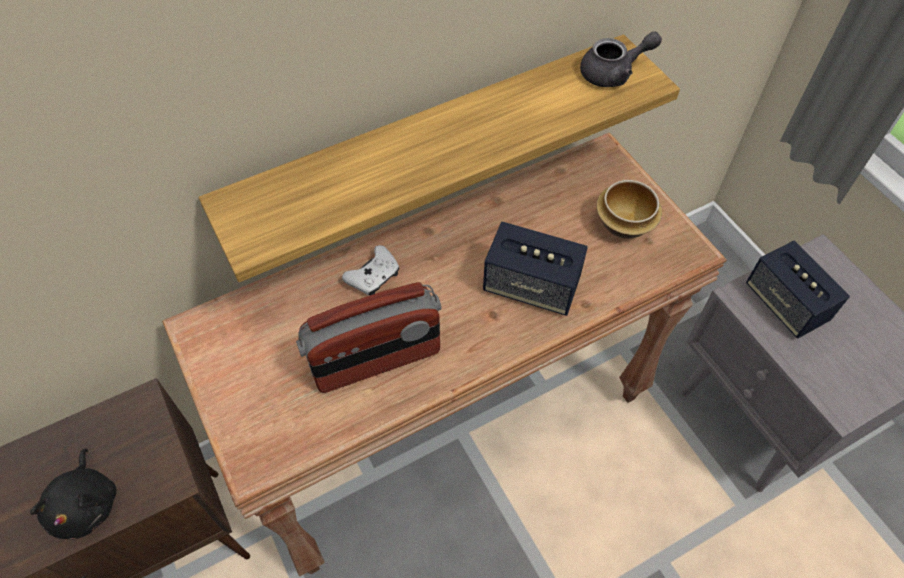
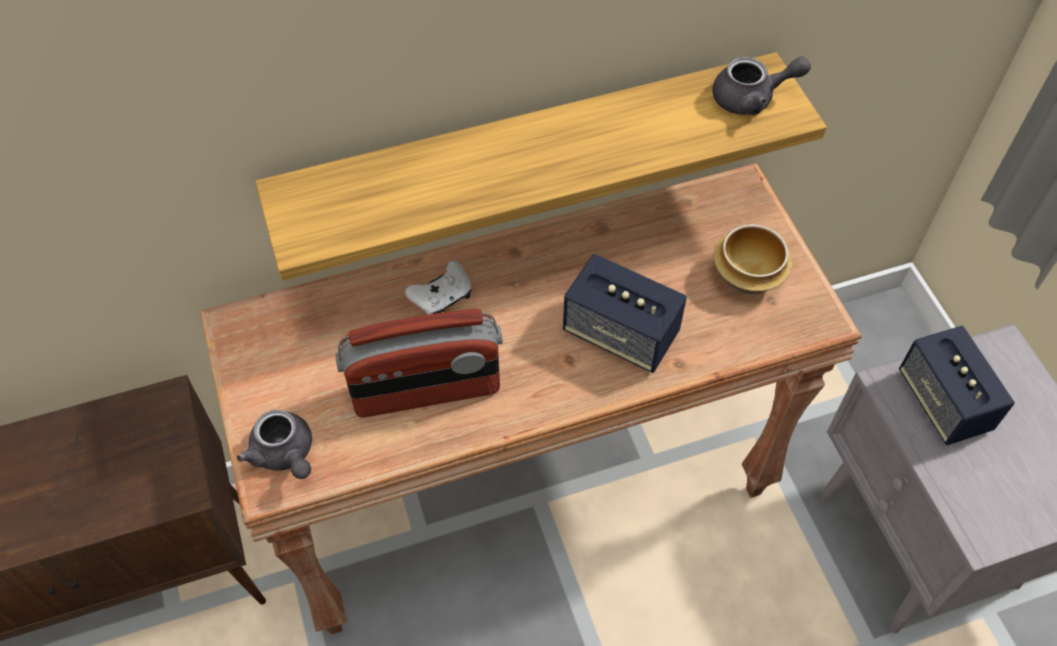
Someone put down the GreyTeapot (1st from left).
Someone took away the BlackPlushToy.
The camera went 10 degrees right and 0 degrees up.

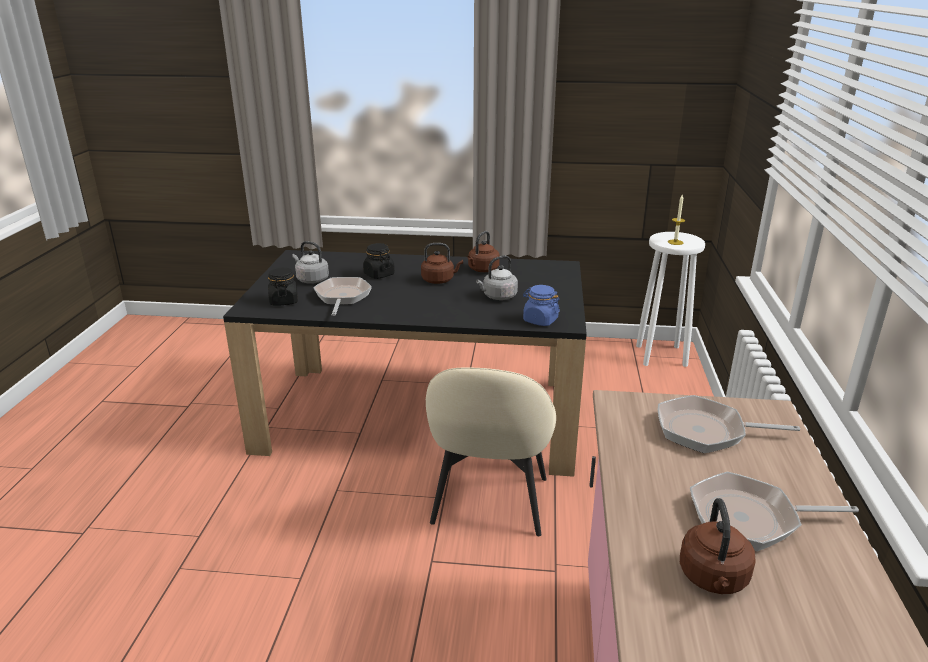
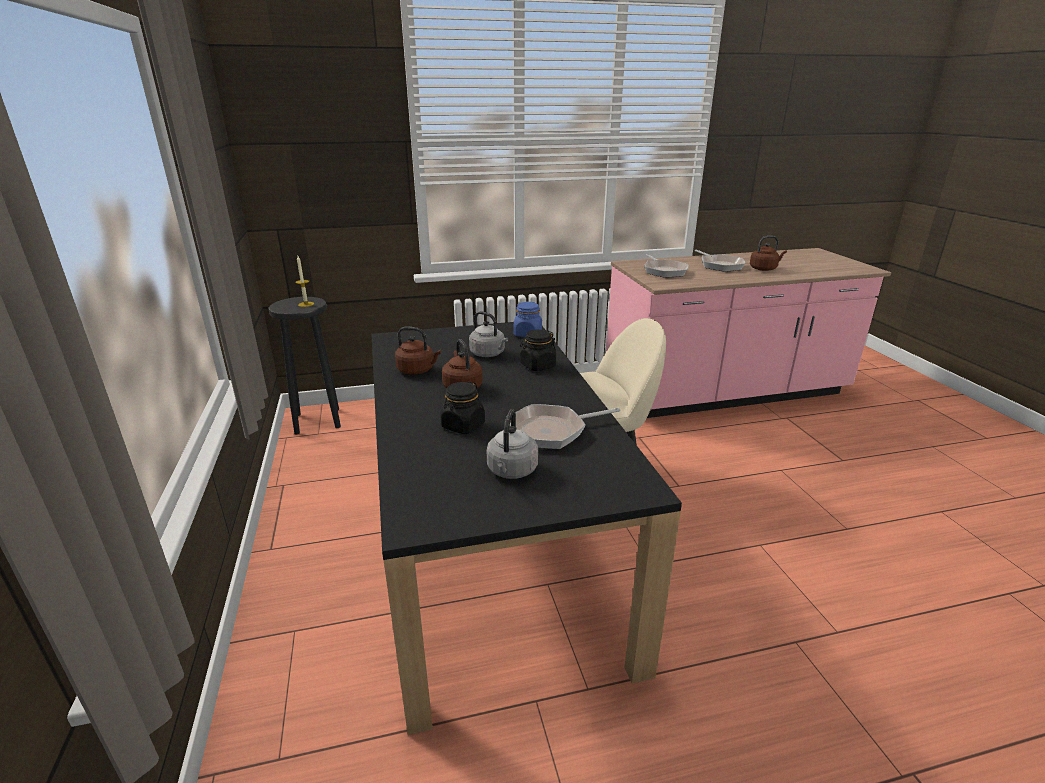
Someone repainted the WhiteStool, which became the BlackStool.
Someone carried the BlackJar (1st from left in the first image).
The camera went 110 degrees left and 0 degrees up.

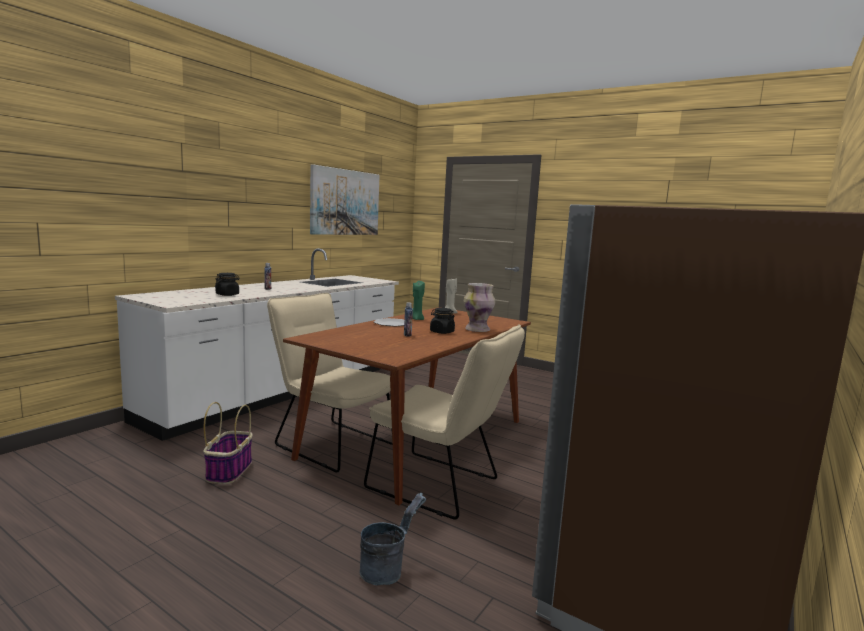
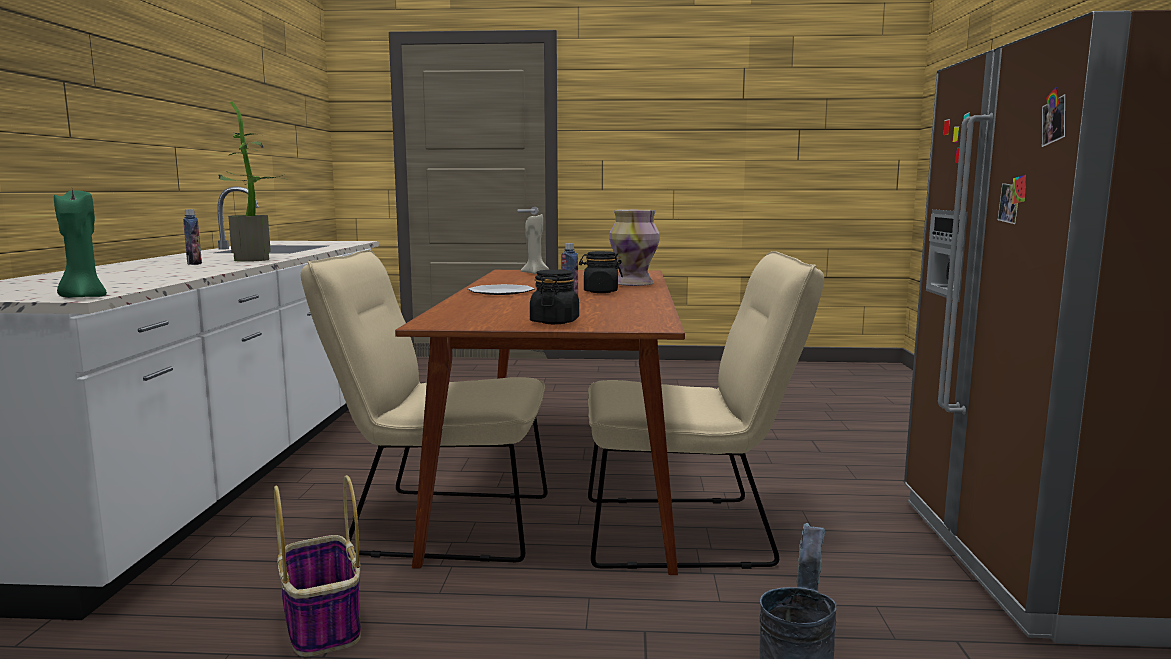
Someone carried the GreenCandle.
Someone put down the PottedPlant.
Someone carried the BlackJar (1st from left).
Someone took away the Picture.
The camera went 30 degrees left and 0 degrees up.

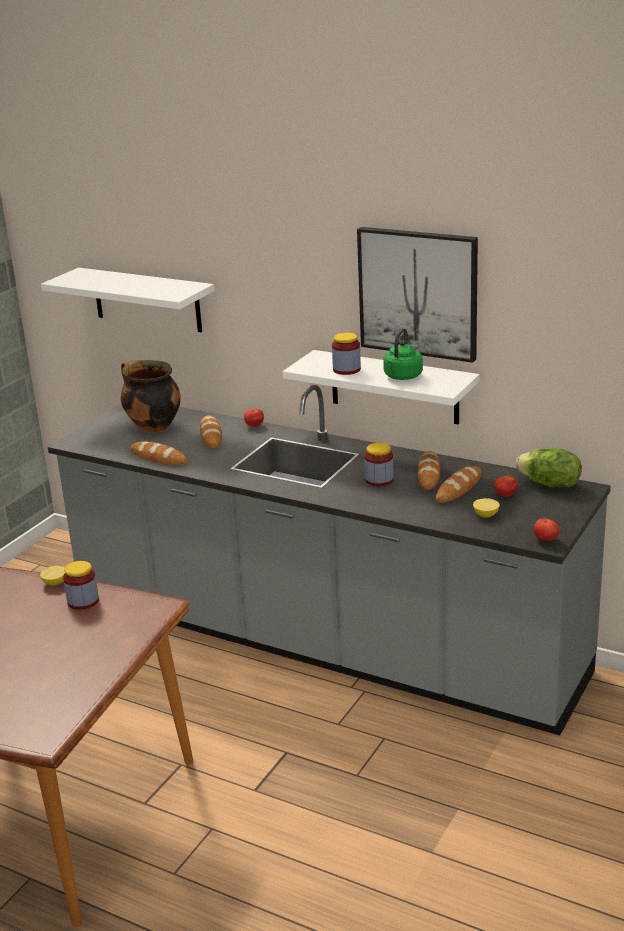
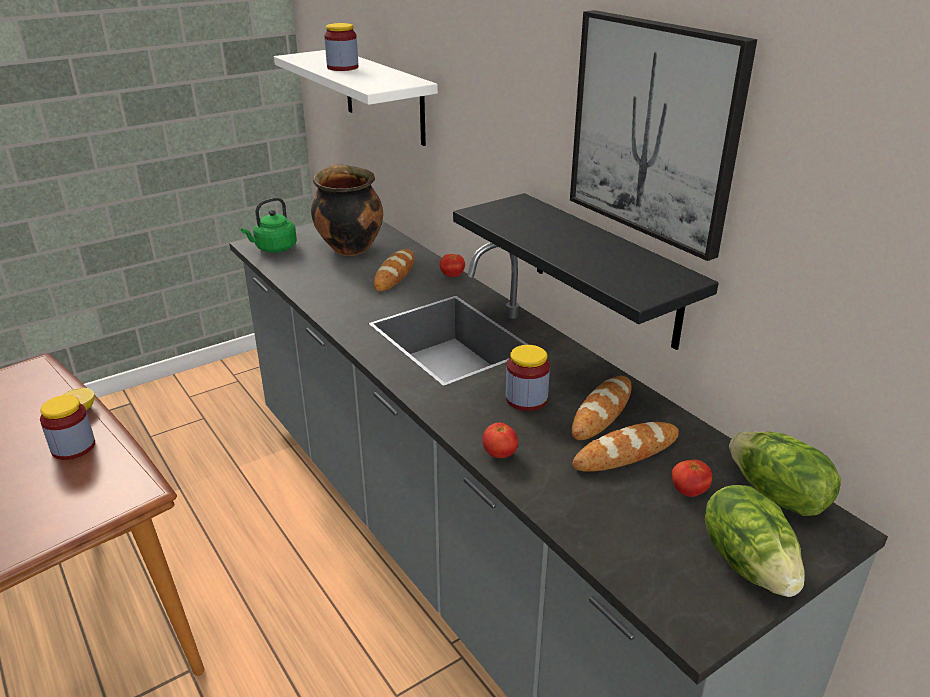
Someone carried the GreenKettle.
Someone carried the Jar (2nd from left).
Someone repainted the WhiteShelf (2nd from left), which became the BlackShelf.
Someone carried the Tomato (3rd from left in the first image).
Someone put down the Lettuce (1st from left).
Someone took away the Bread (1st from left).
Someone took away the Lemon (2nd from left).
The camera went 25 degrees right and 5 degrees up.

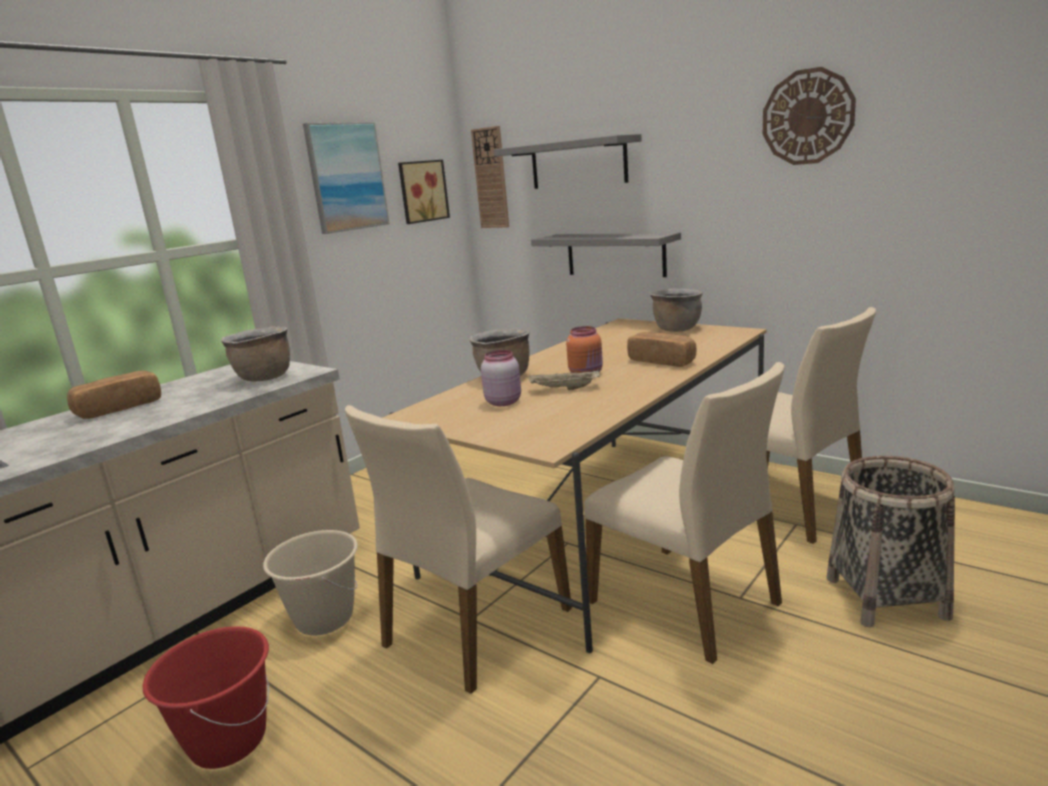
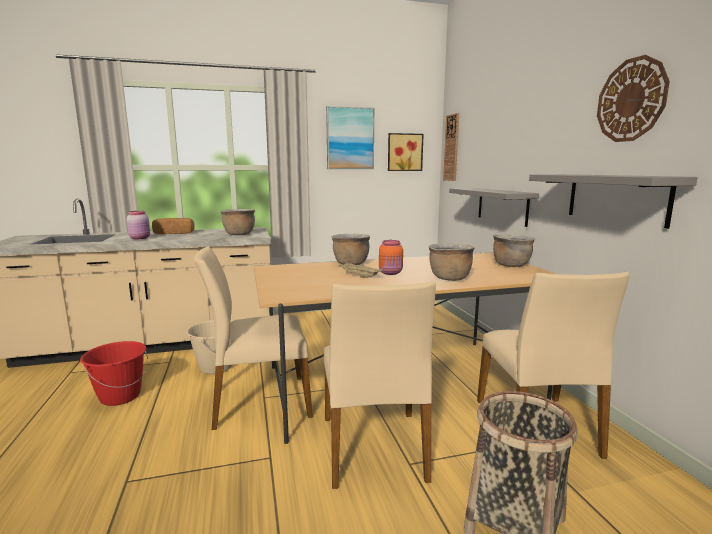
Someone carried the PinkJar.
Someone swapped the Bread (2nd from left) for the BrownCookingPot (3rd from left).
Someone carried the GreyShelf (1st from left in the first image).
The camera went 35 degrees right and 5 degrees down.

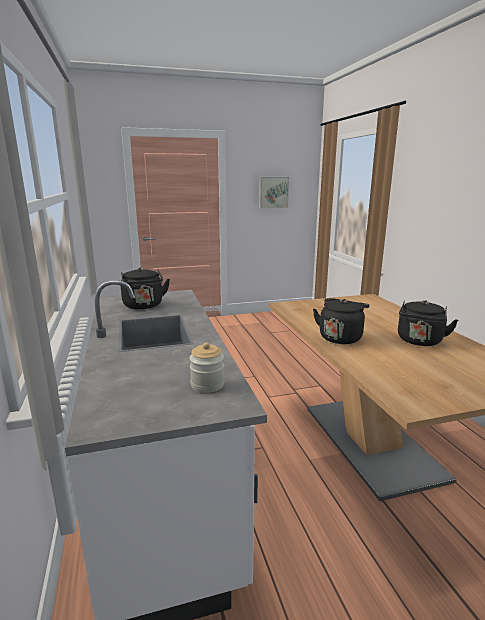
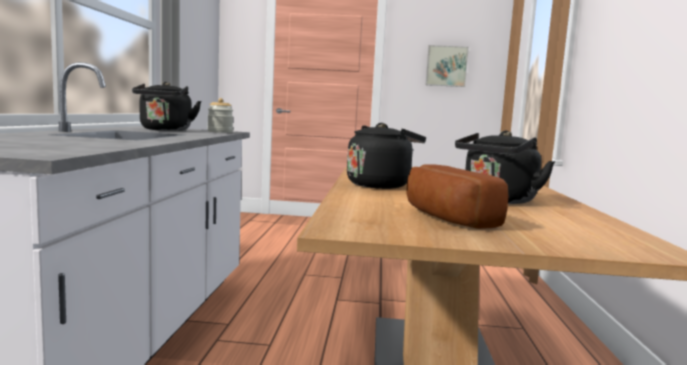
Someone carried the Jar.
Someone put down the Bread.
The camera went 20 degrees right and 10 degrees down.

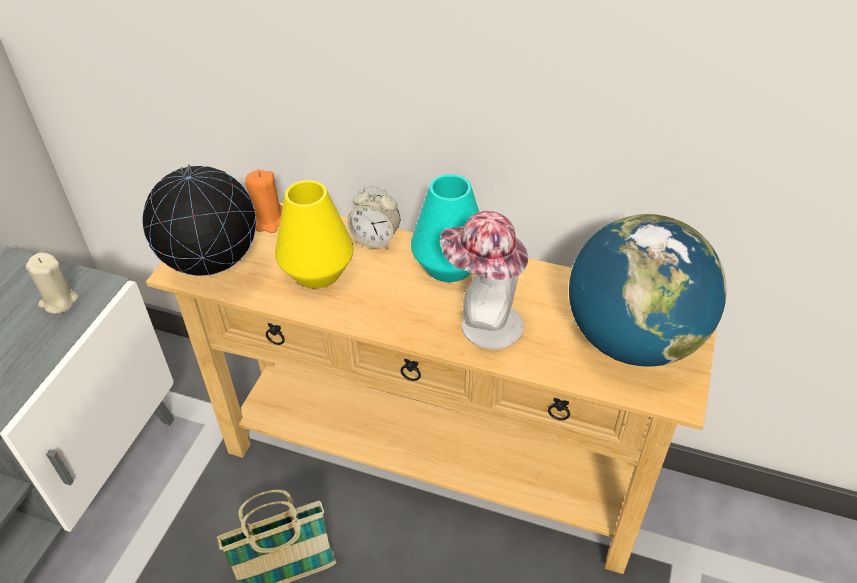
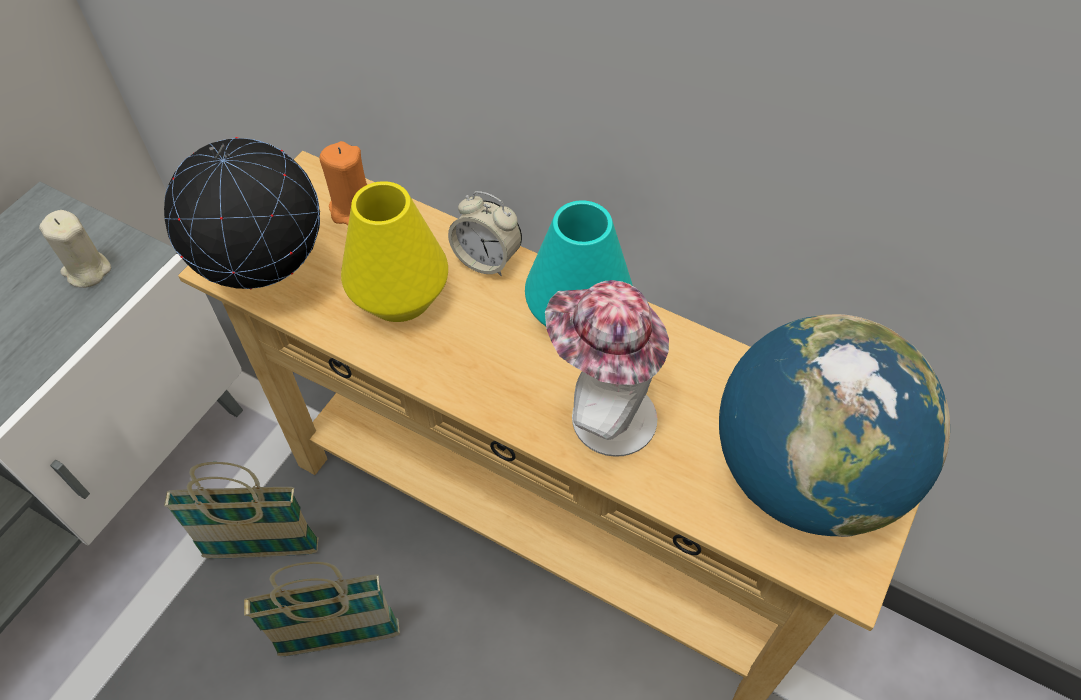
Someone put down the Basket (1st from left).
The camera went 10 degrees right and 10 degrees up.

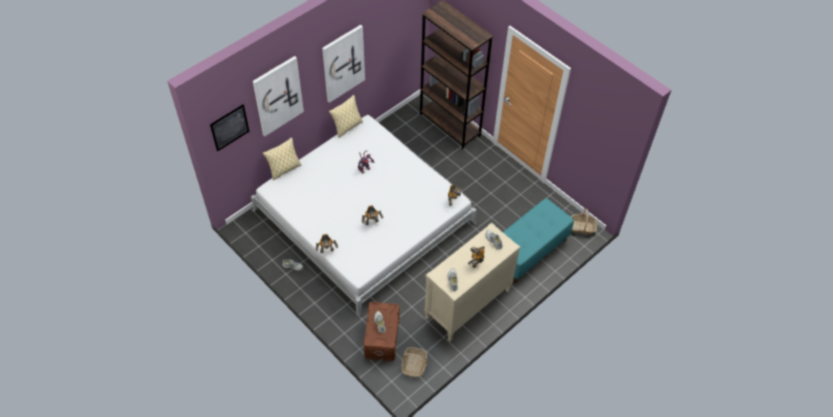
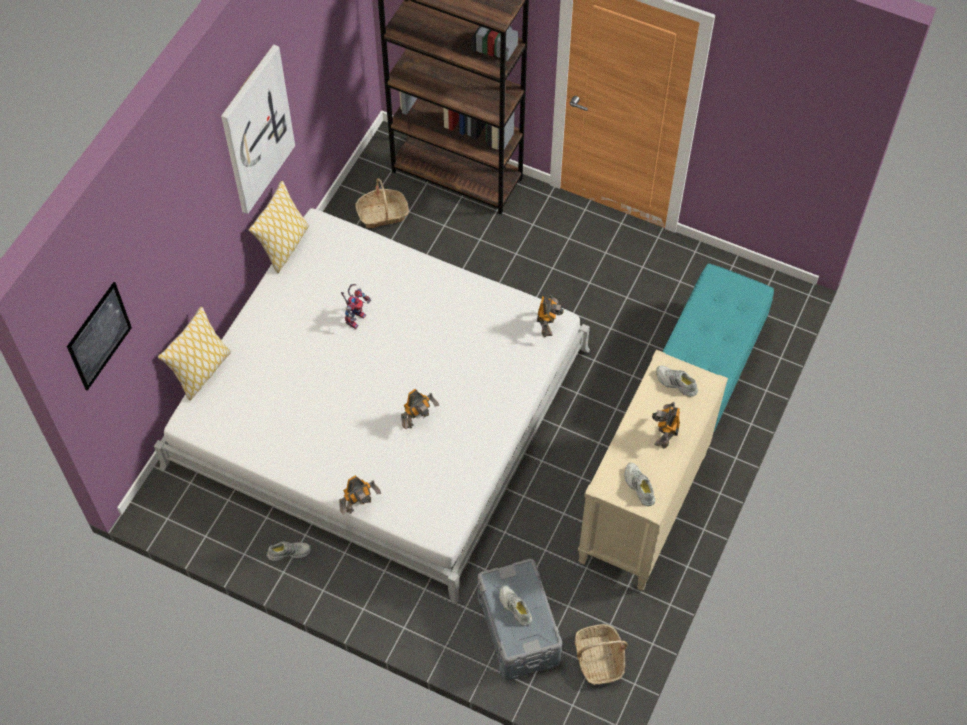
Someone carried the Basket (2nd from left in the first image).
Someone repainted the BrownStorageBox, which became the GreyStorageBox.
Someone took away the Picture (2nd from left).
The camera went 20 degrees left and 5 degrees up.

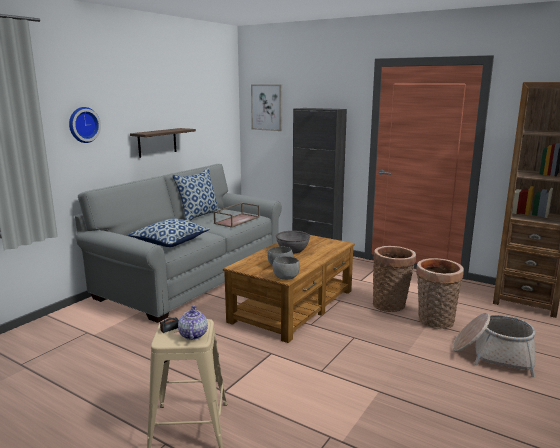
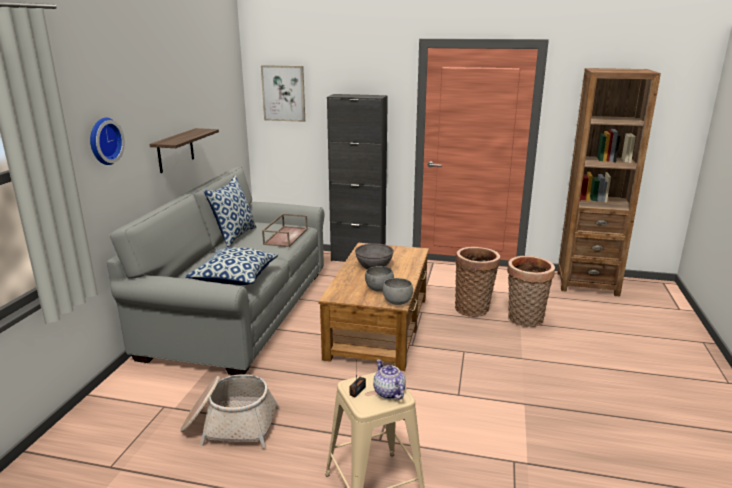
Someone carried the Basket (3rd from left in the first image).
The camera went 20 degrees left and 5 degrees up.

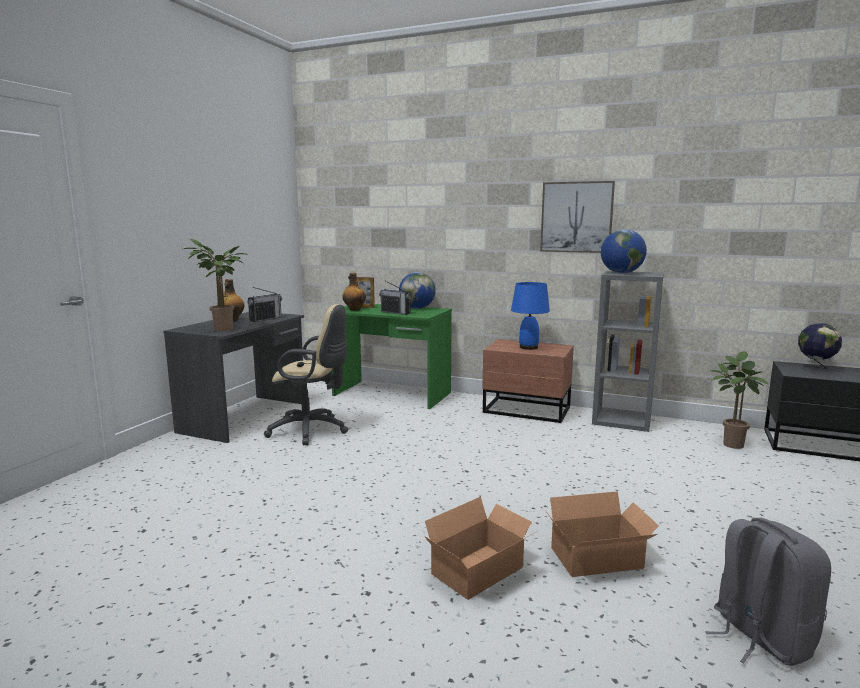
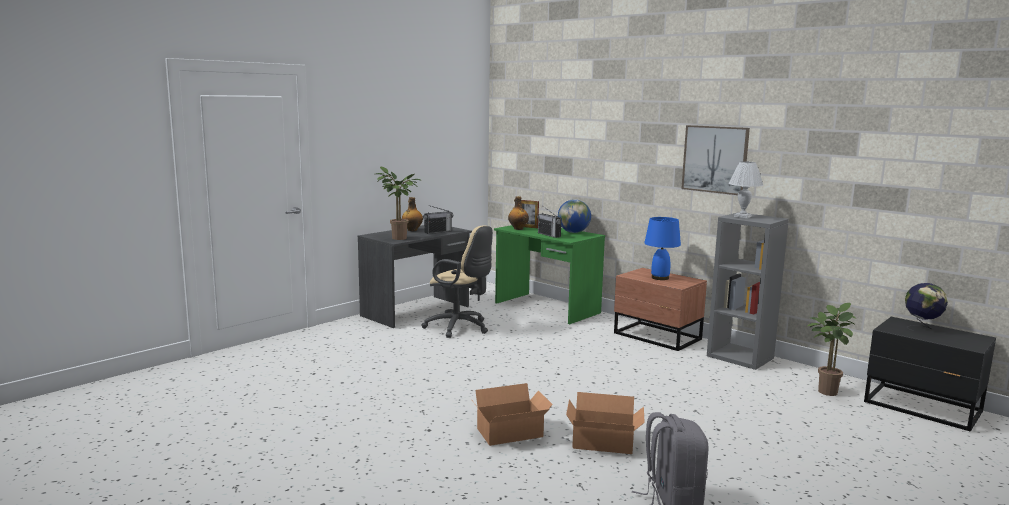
Someone swapped the Globe (2nd from left) for the WhiteTableLamp.
The camera went 20 degrees right and 0 degrees up.

